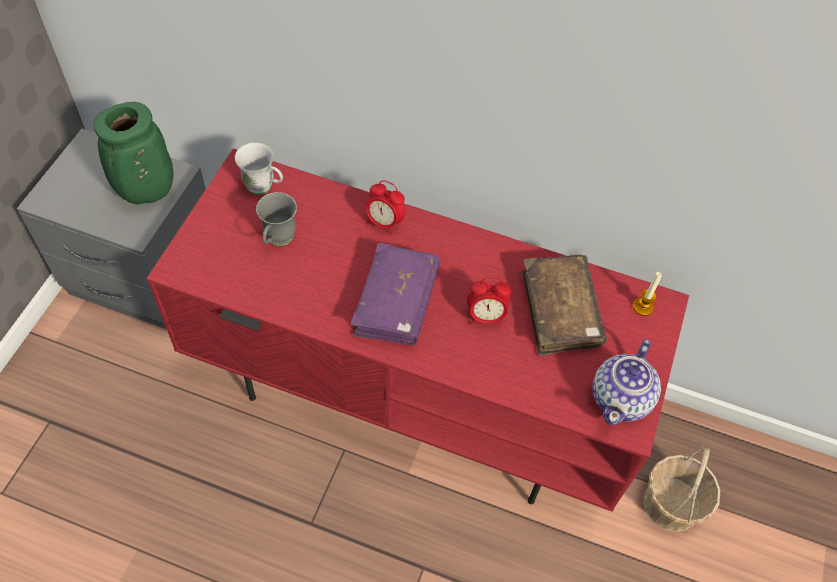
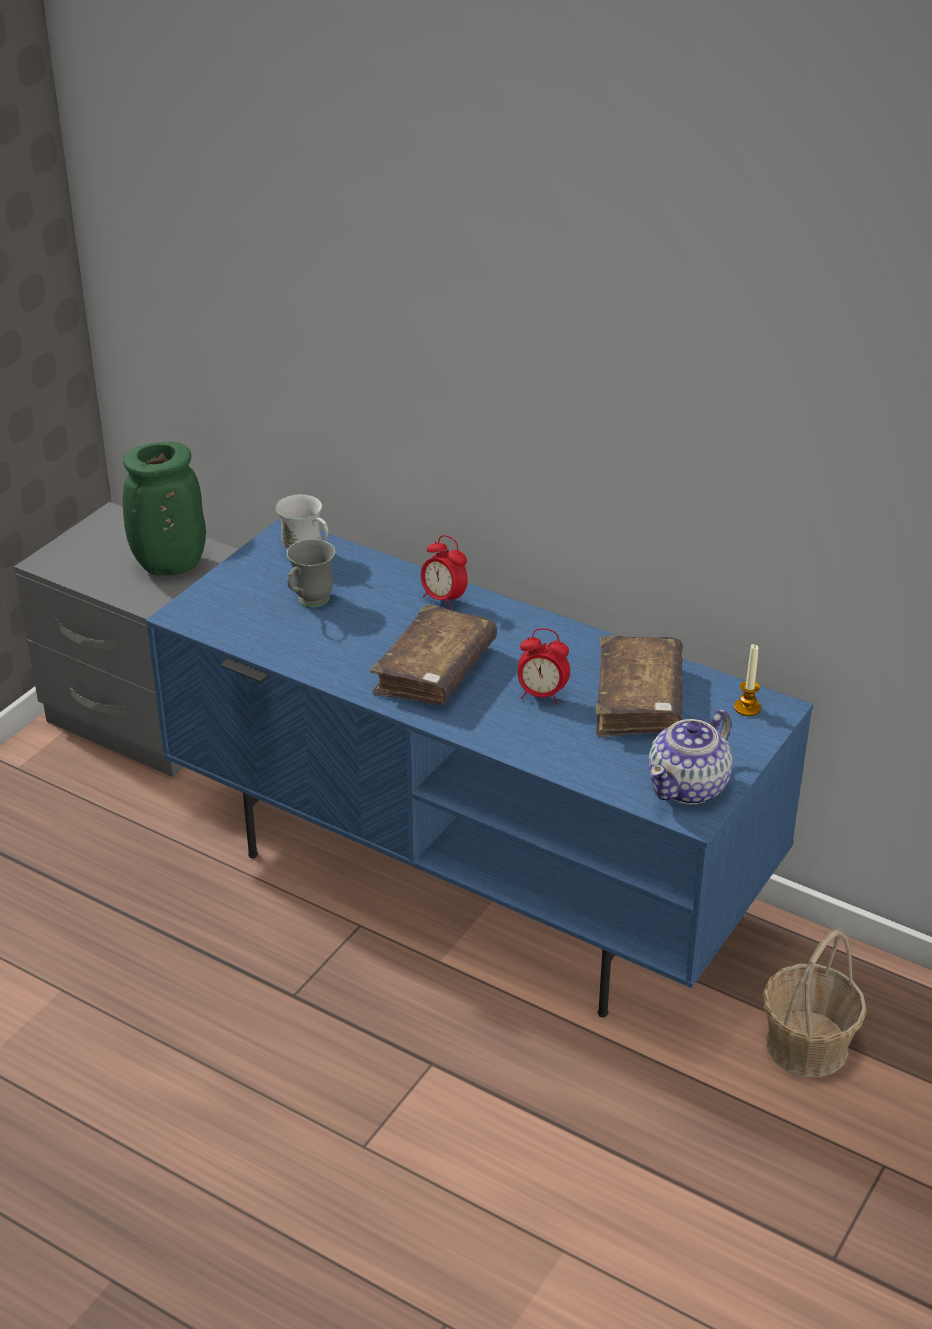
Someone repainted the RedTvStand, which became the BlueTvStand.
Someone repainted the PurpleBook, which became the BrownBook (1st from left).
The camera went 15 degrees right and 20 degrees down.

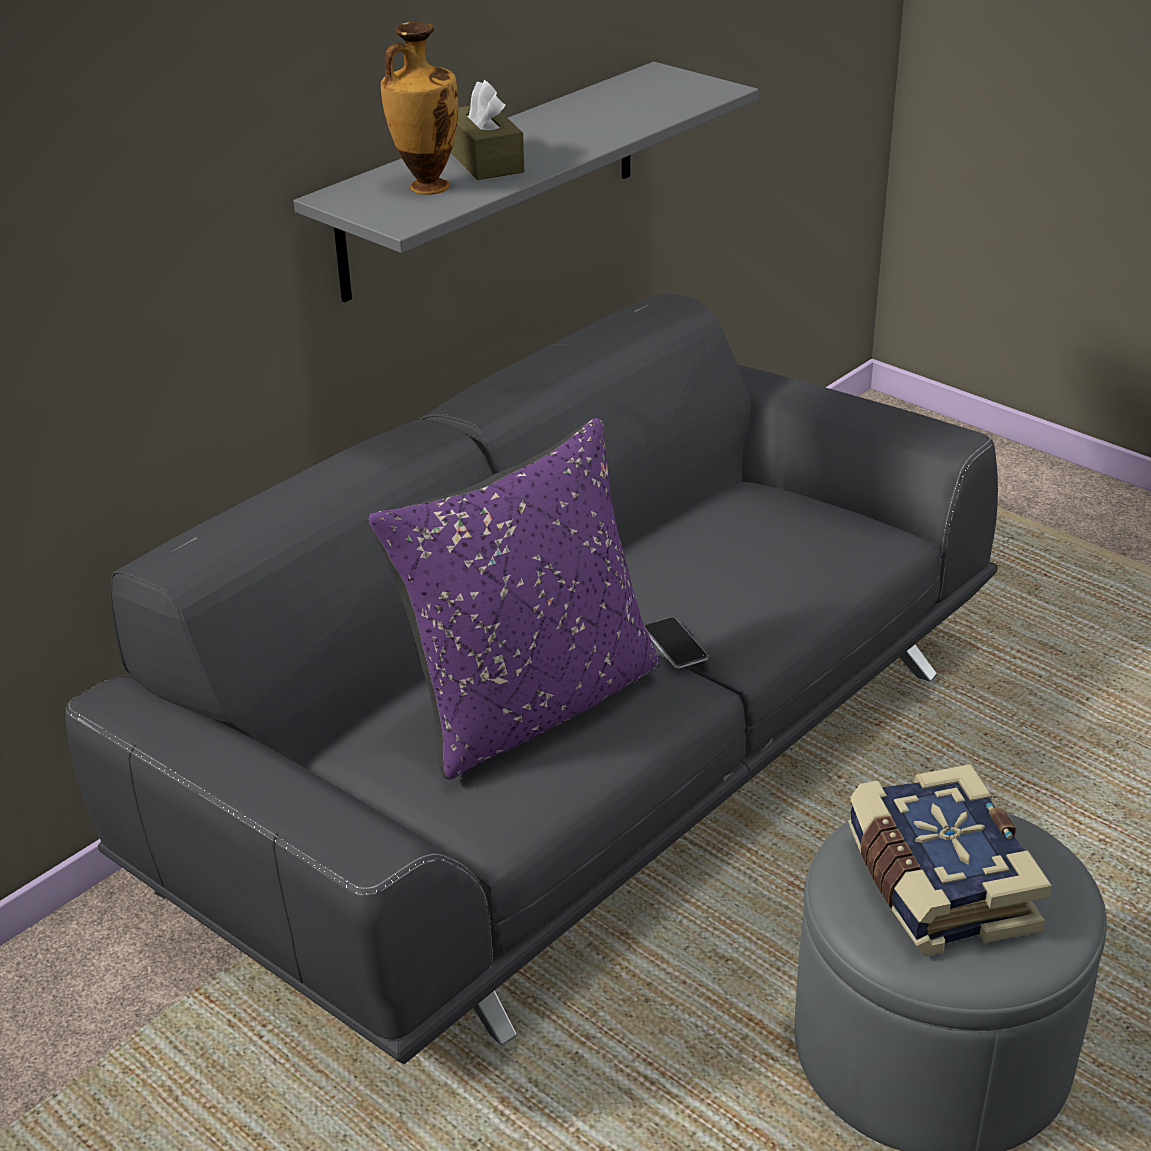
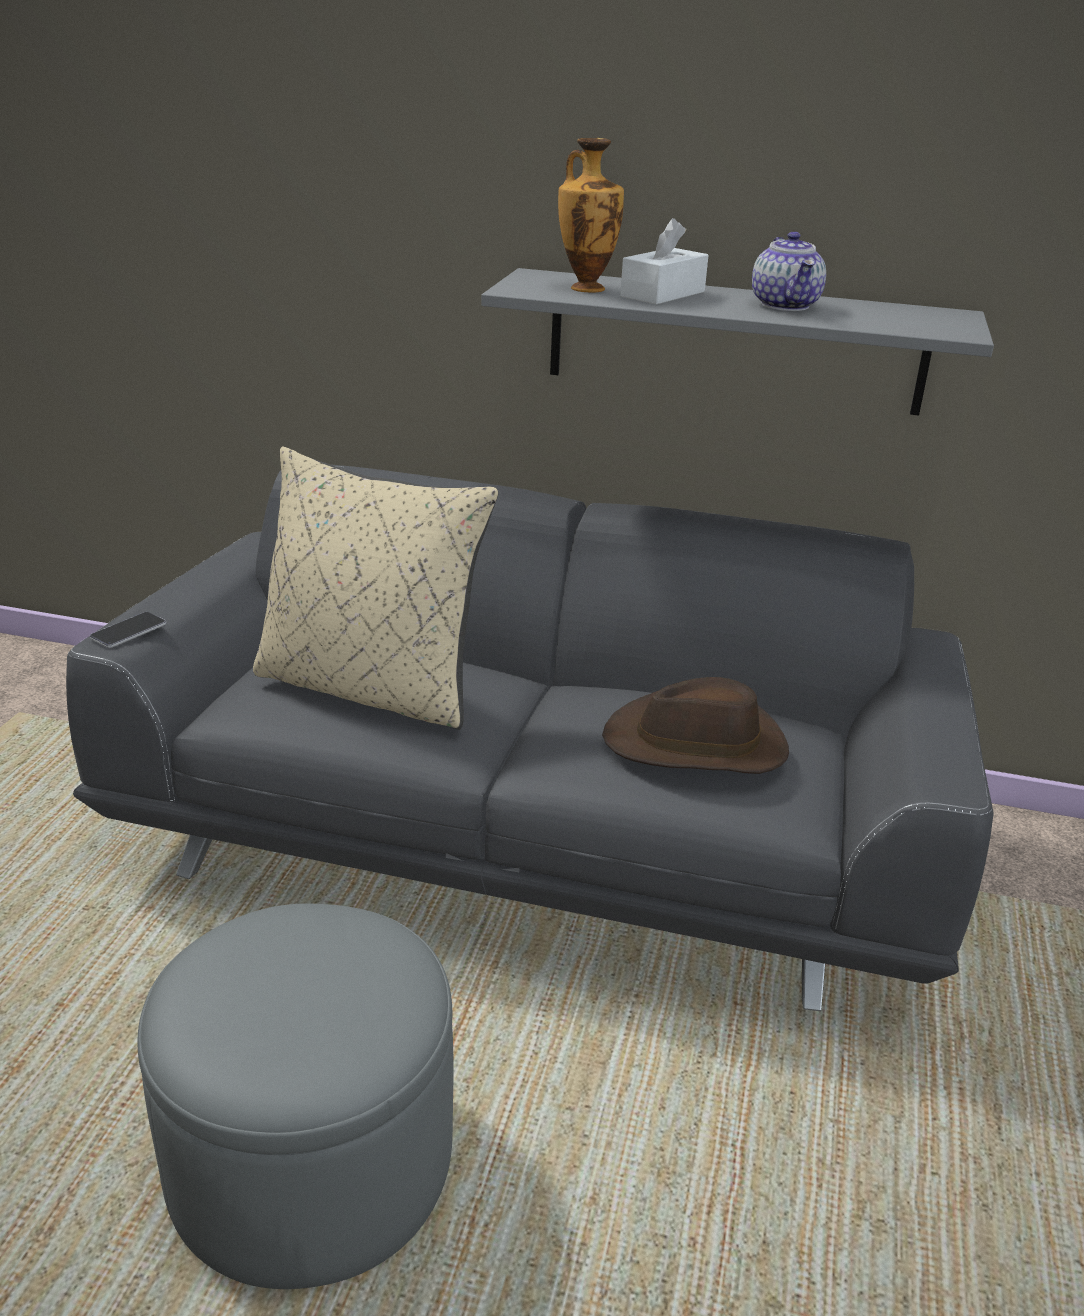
Someone carried the Phone.
Someone repainted the PurplePillow, which became the BeigePillow.
Someone put down the BrownHat.
Someone repainted the BrownTissueBox, which became the WhiteTissueBox.
Someone put down the Teapot.
Someone took away the Book.
The camera went 60 degrees right and 5 degrees down.

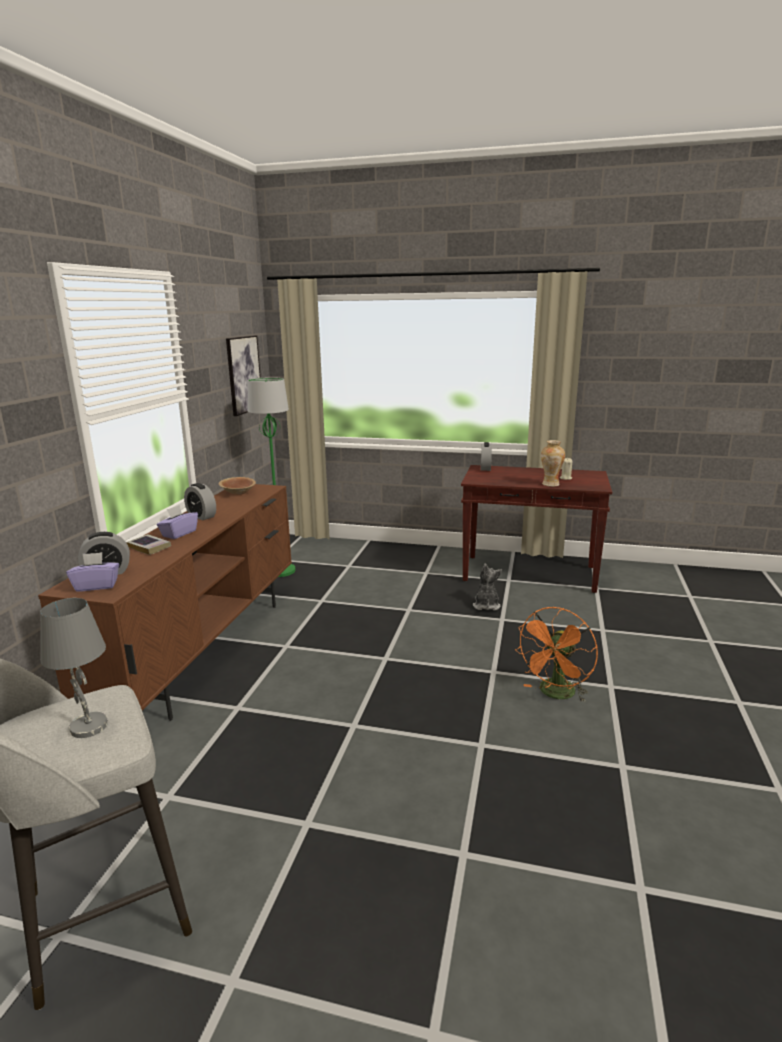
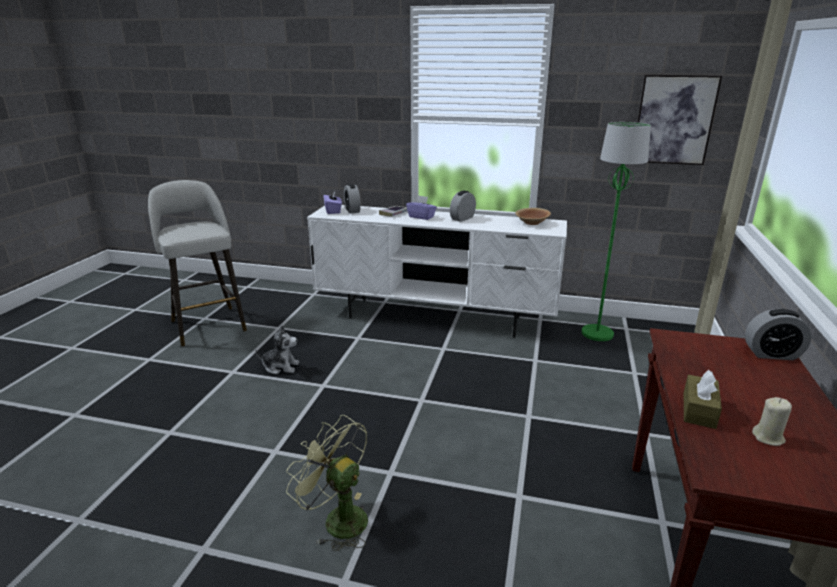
Someone carried the PlushToy.
Someone repainted the OrangeFan, which became the GreenFan.
Someone repainted the BrownTvStand, which became the WhiteTvStand.
Someone swapped the Vase for the BrownTissueBox.
Someone took away the GreyTableLamp.
The camera went 90 degrees right and 5 degrees up.

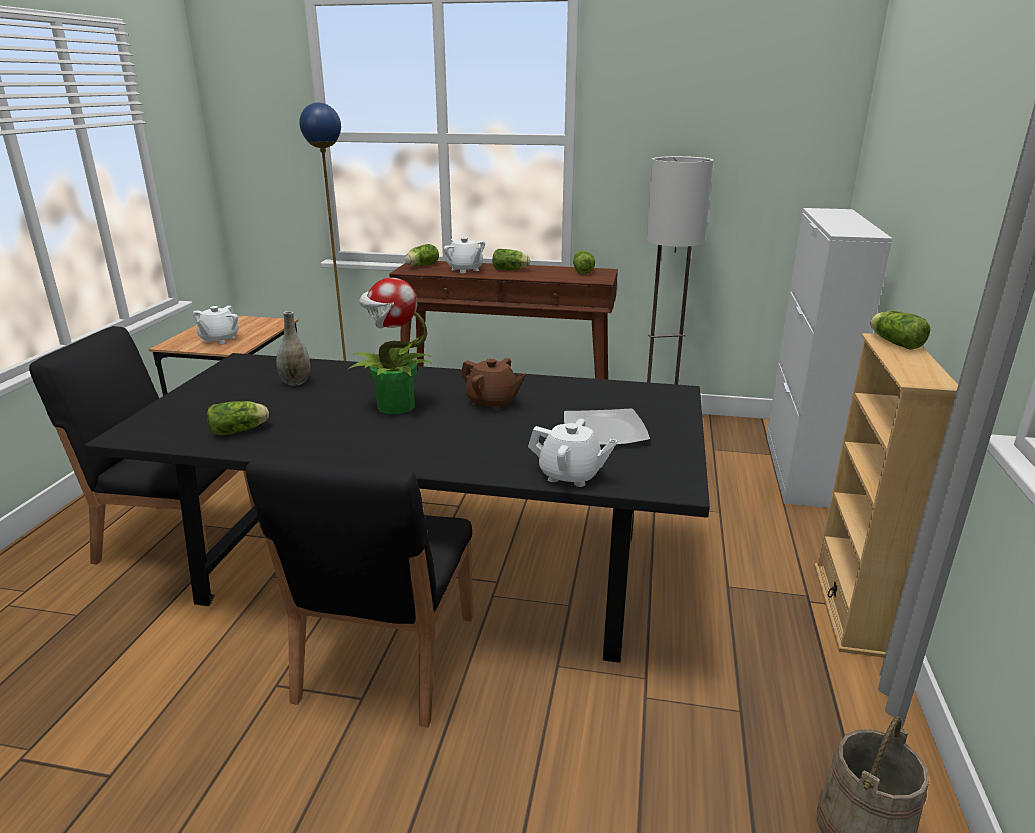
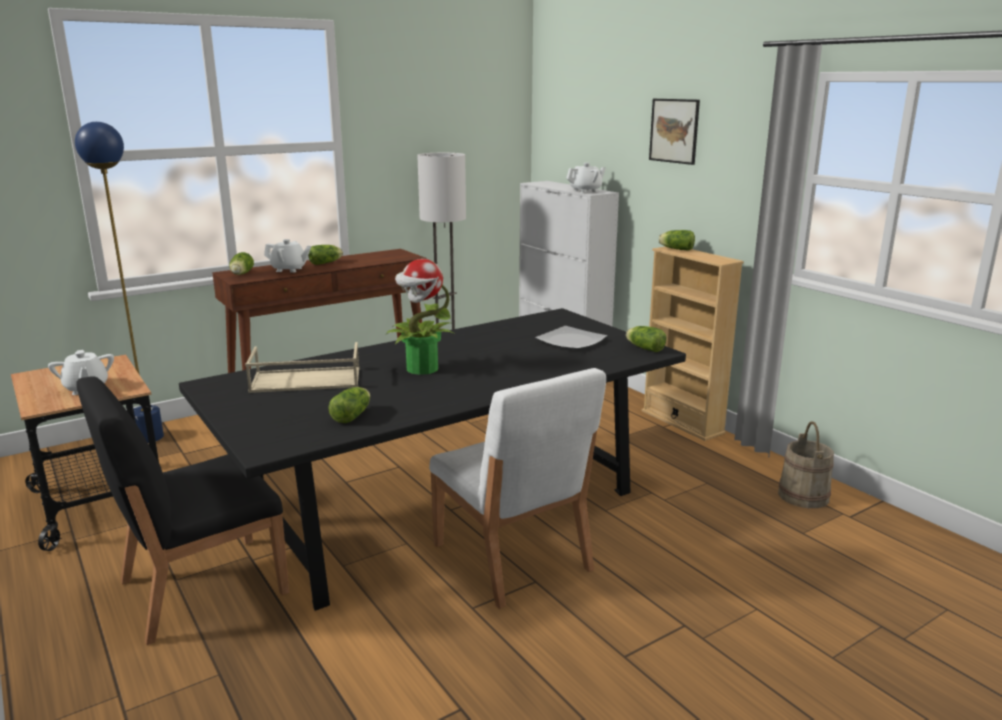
Someone swapped the GreyVase for the BeigeTray.
Someone repainted the BlackChair (2nd from left), which became the WhiteChair.
Someone carried the WhiteTeapot (3rd from left).
Someone carried the Lettuce (4th from left).
Someone put up the Picture.
Someone took away the BrownTeapot.
The camera went 45 degrees left and 5 degrees down.

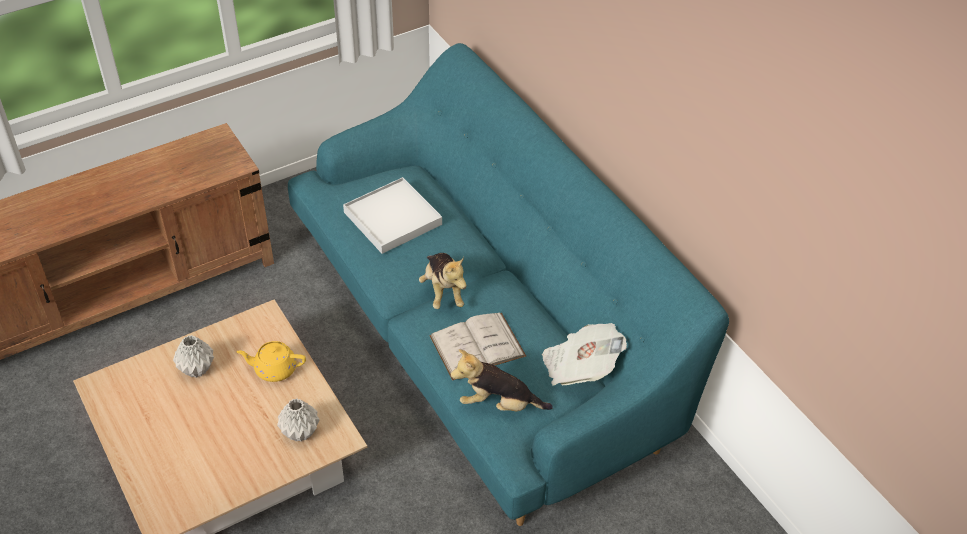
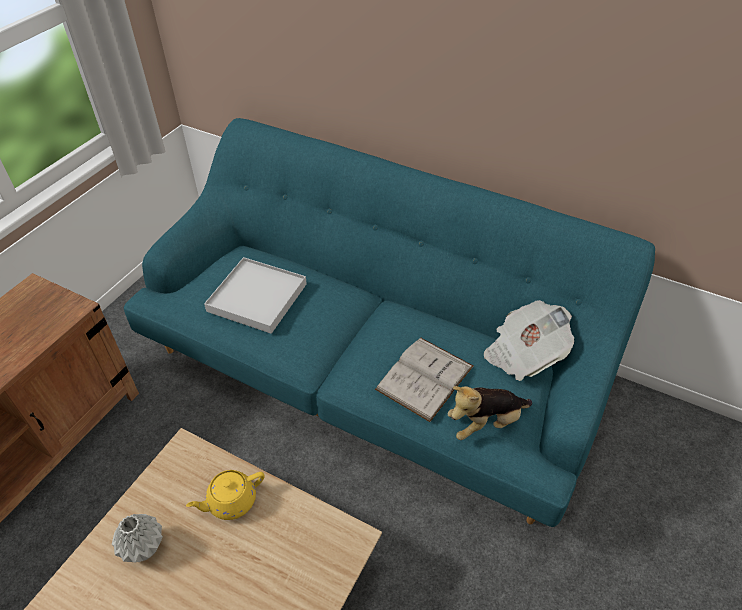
Someone took away the GreyVase (2nd from left).
Someone took away the PlushToy (1st from left).
The camera went 30 degrees left and 0 degrees up.

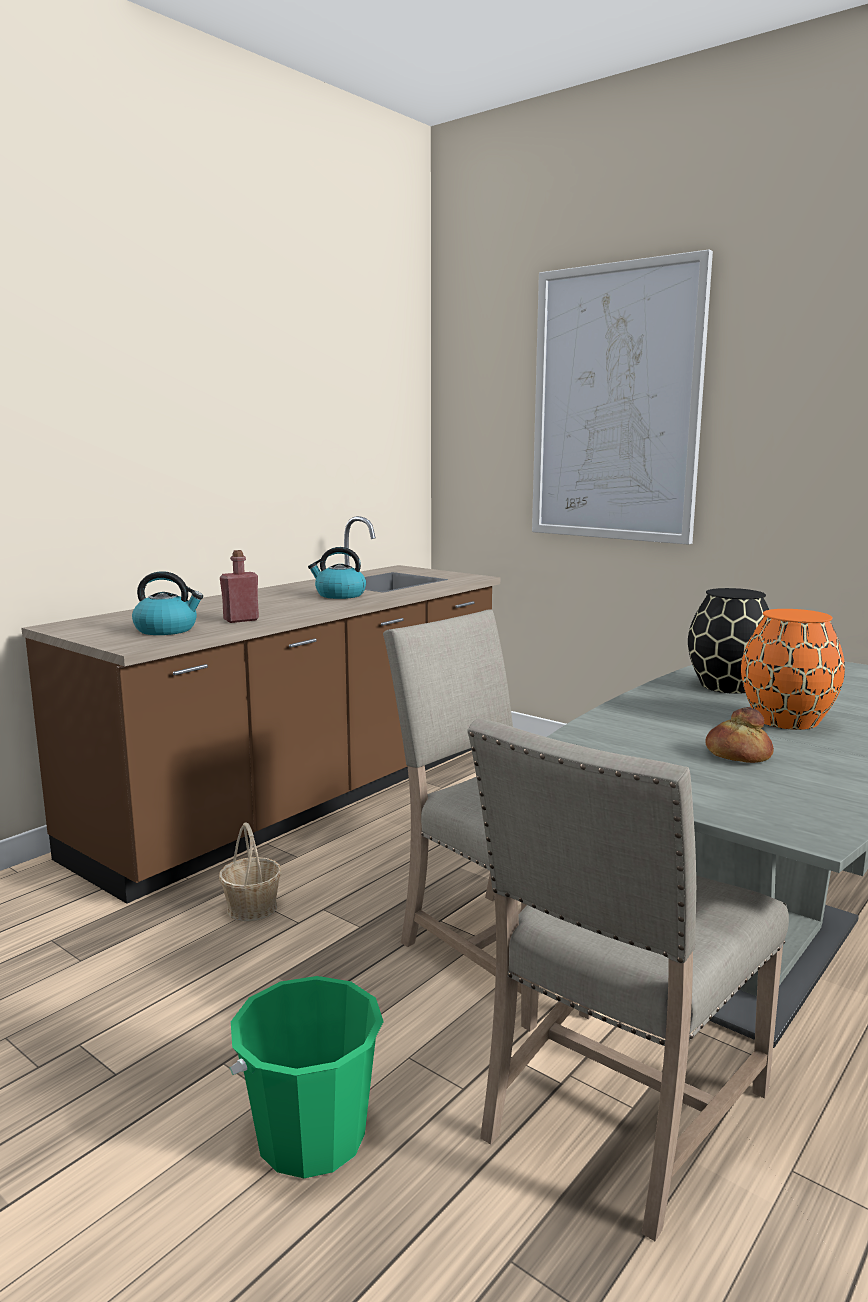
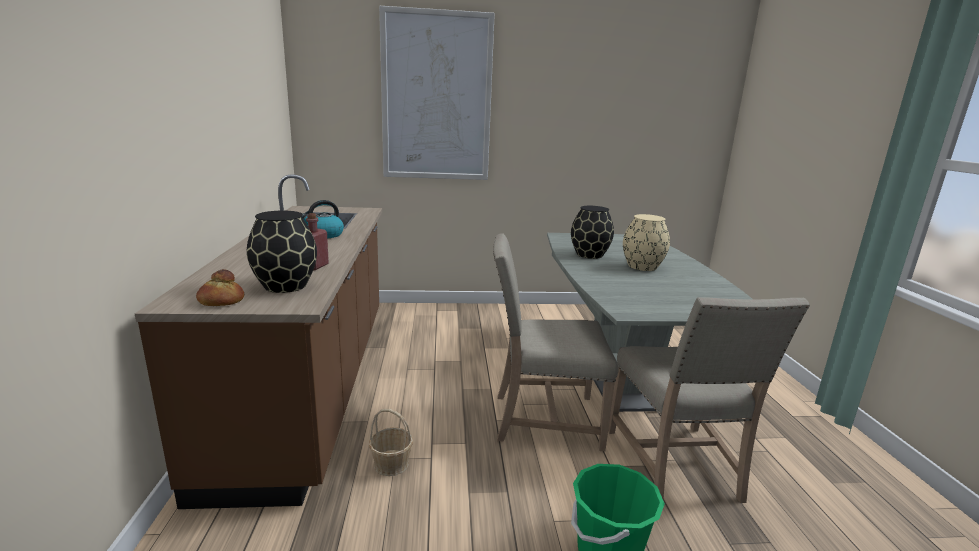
Someone carried the Bread.
Someone swapped the Kettle (1st from left) for the BlackVase (1st from left).
Someone repainted the OrangeVase, which became the BeigeVase.
The camera went 45 degrees left and 5 degrees up.

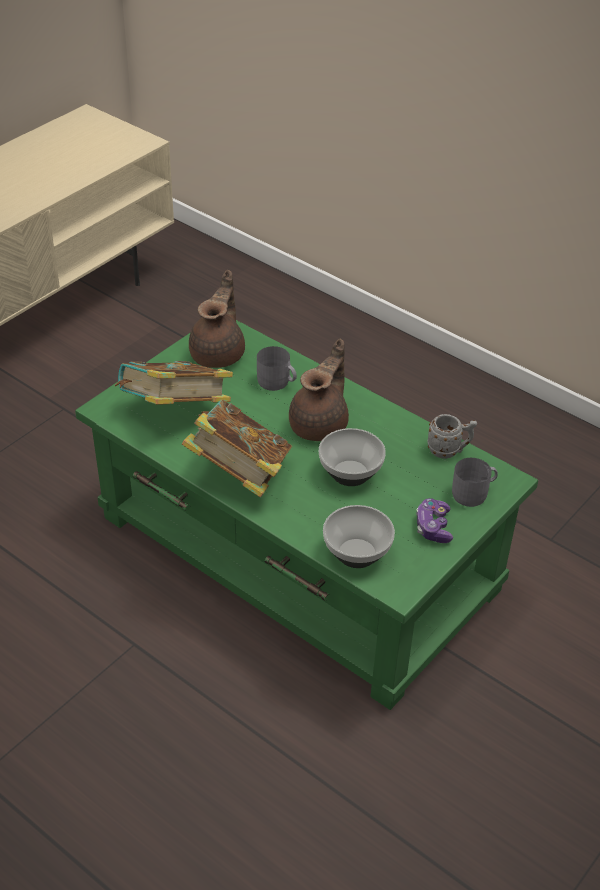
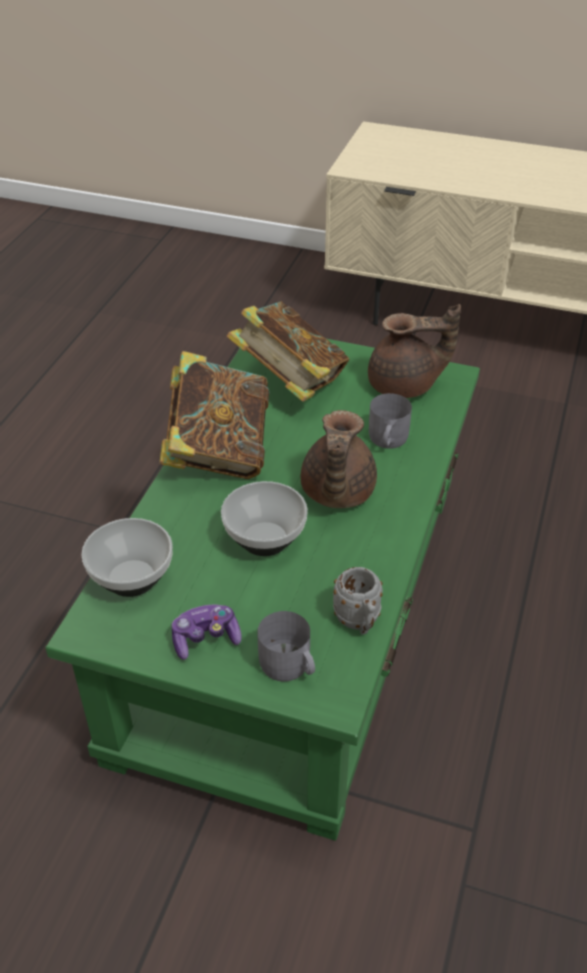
Someone rotated the BrownTeapot (2nd from left in the first image) by 90 degrees clockwise.
The camera went 70 degrees right and 0 degrees up.

